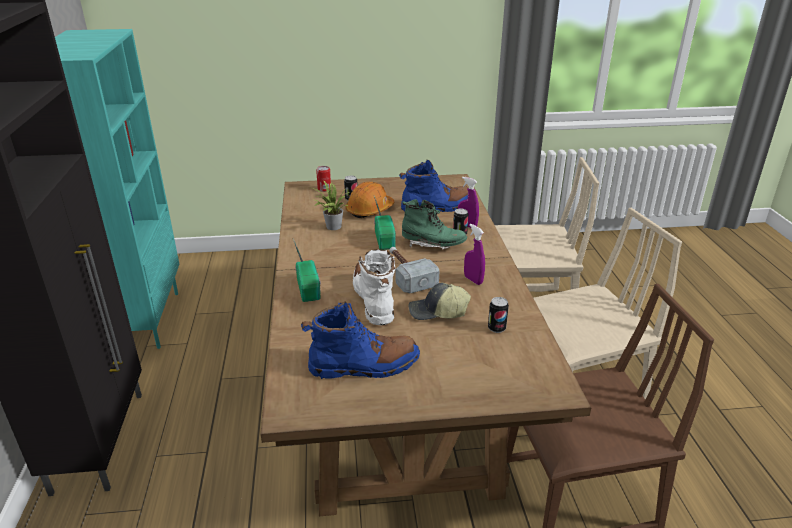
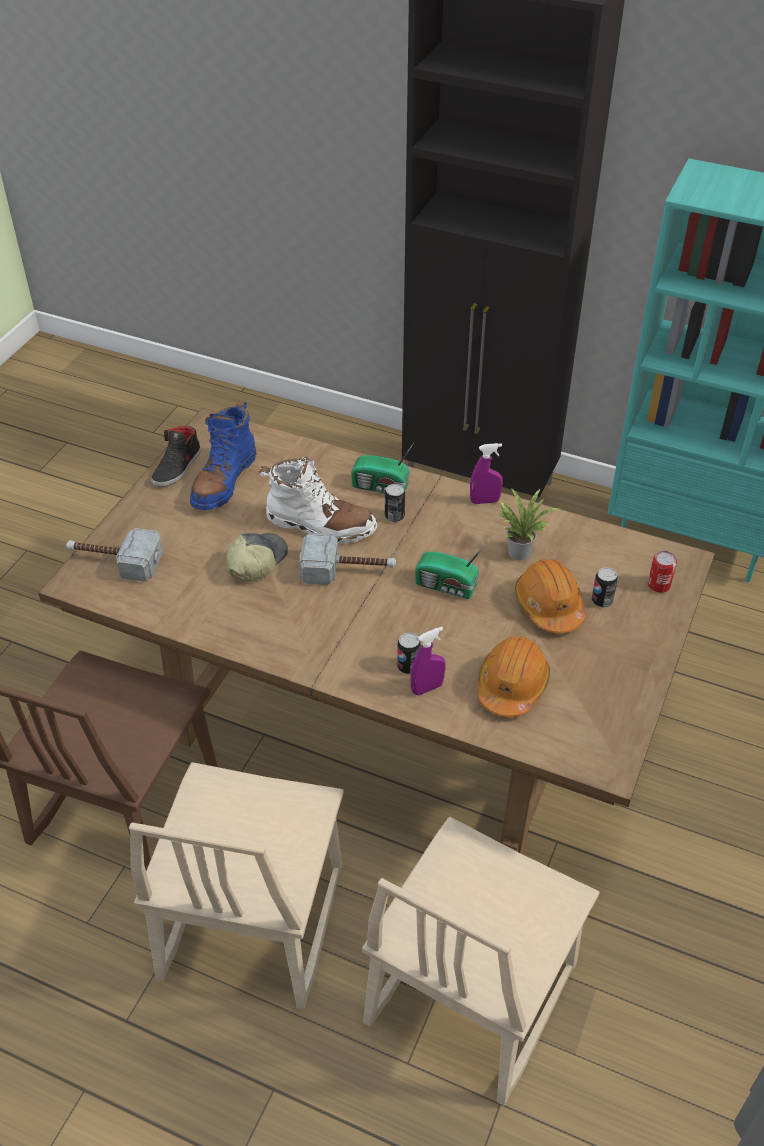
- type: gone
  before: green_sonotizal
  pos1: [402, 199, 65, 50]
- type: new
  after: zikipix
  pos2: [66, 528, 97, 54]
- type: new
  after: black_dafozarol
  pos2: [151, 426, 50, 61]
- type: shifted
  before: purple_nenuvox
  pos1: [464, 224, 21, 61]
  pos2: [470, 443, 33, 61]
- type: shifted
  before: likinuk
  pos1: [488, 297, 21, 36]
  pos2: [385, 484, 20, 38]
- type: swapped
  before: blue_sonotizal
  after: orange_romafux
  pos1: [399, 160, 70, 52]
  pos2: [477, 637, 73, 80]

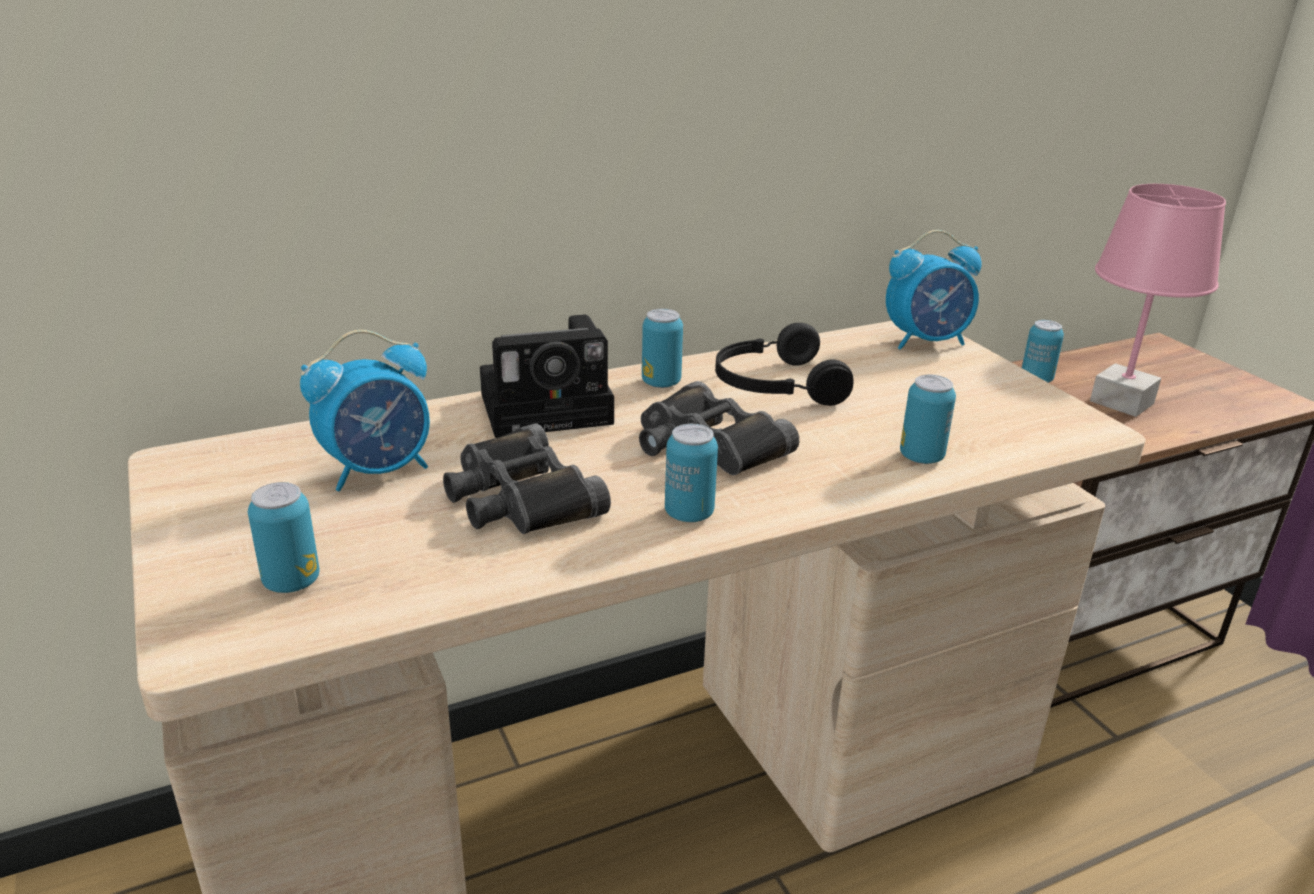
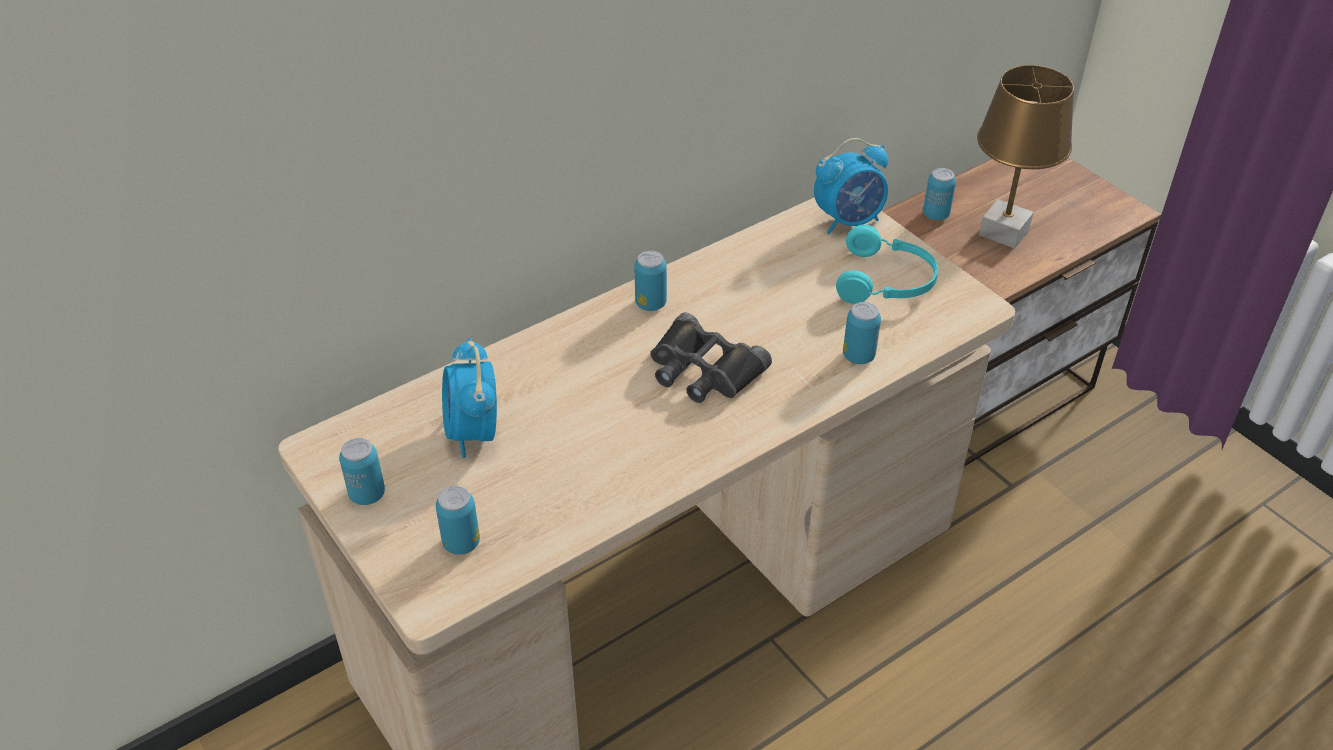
- type: gone
  before: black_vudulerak
  pos1: [443, 423, 168, 111]
- type: gone
  before: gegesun
  pos1: [480, 315, 134, 123]
- type: gone
  before: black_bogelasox
  pos1: [715, 323, 139, 83]
- type: new
  after: turquoise_bogelasox
  pos2: [836, 224, 102, 80]
- type: shifted
  before: likinuk
  pos1: [665, 424, 53, 98]
  pos2: [339, 438, 46, 67]
- type: repainted
  before: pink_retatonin
  after: brown_retatonin
  pos1: [1090, 184, 136, 233]
  pos2: [977, 65, 97, 184]
- type: rotated
  before: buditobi
  pos1: [300, 330, 130, 161]
  pos2: [442, 338, 55, 120]
  turn: 120

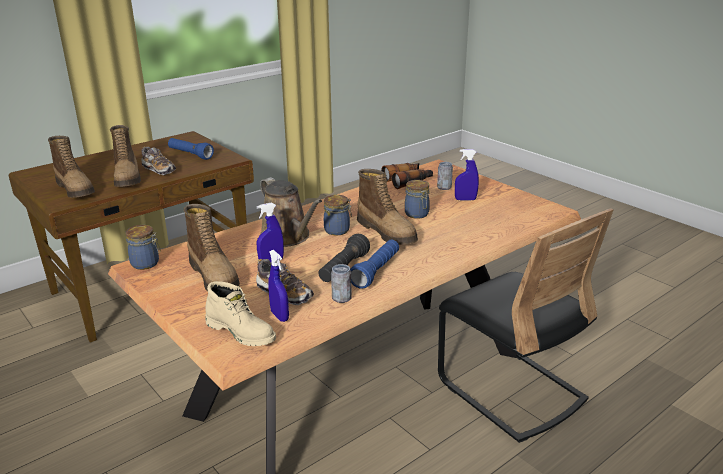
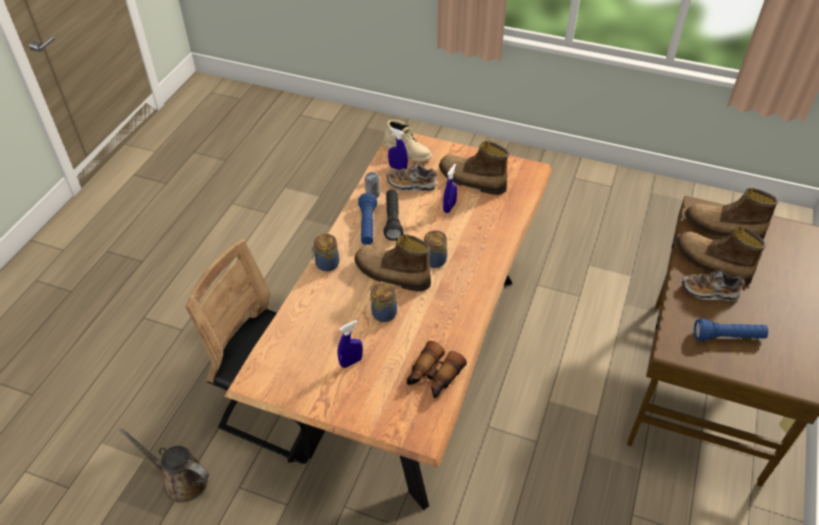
- type: gone
  before: likinuk
  pos1: [437, 162, 16, 28]
- type: shifted
  before: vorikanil
  pos1: [126, 225, 35, 45]
  pos2: [311, 234, 28, 37]
- type: shifted
  before: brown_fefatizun
  pos1: [260, 177, 62, 70]
  pos2: [119, 428, 90, 75]
- type: rotated
  before: beige_sonotizal
  pos1: [205, 281, 71, 65]
  pos2: [384, 120, 48, 42]
  turn: -150

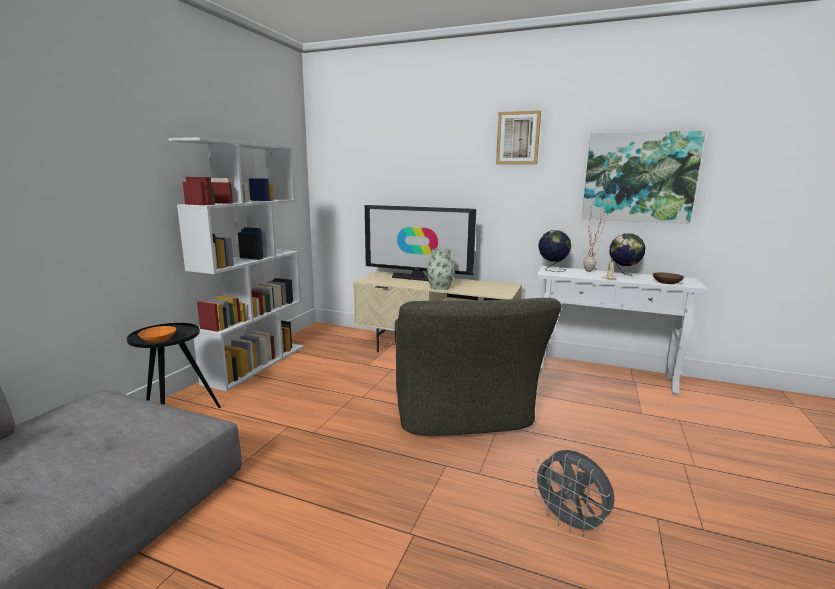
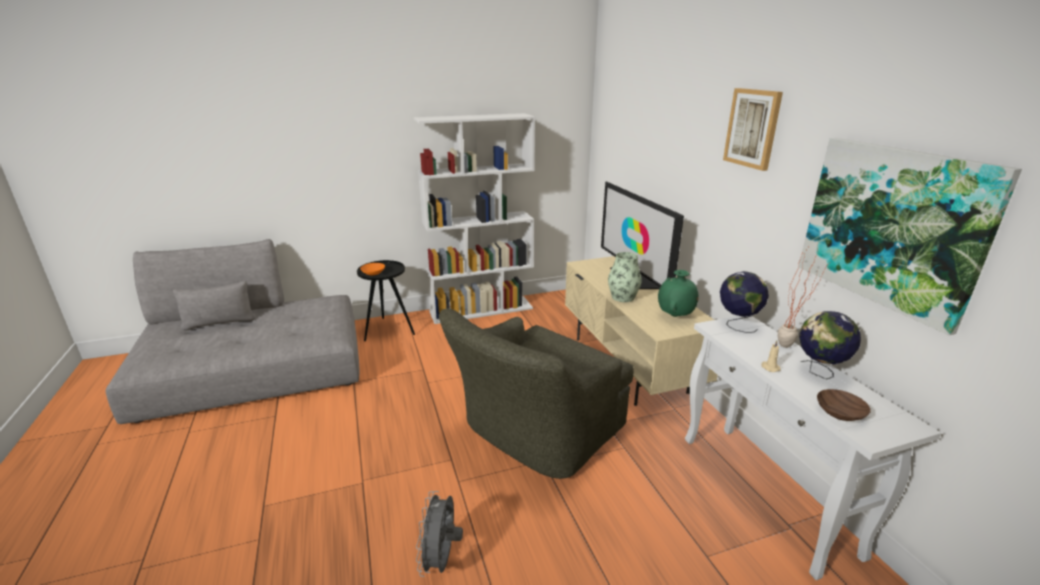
- type: new
  after: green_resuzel
  pos2: [658, 270, 41, 47]

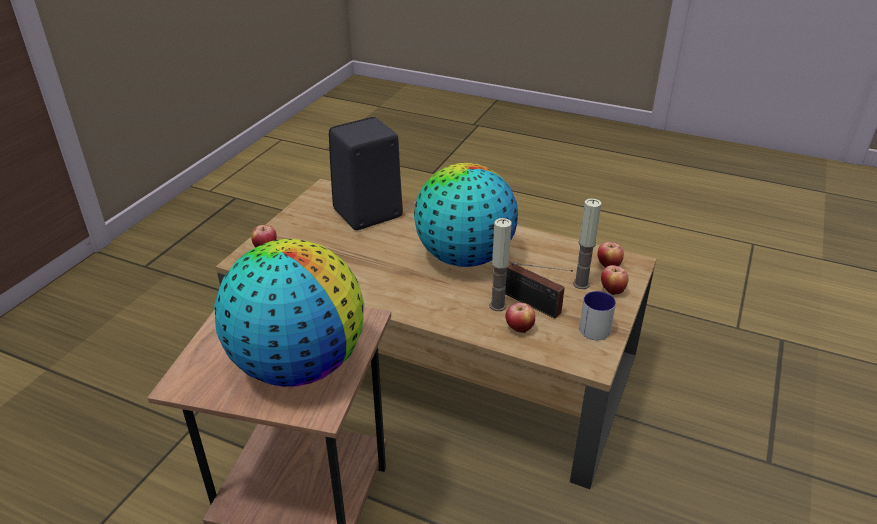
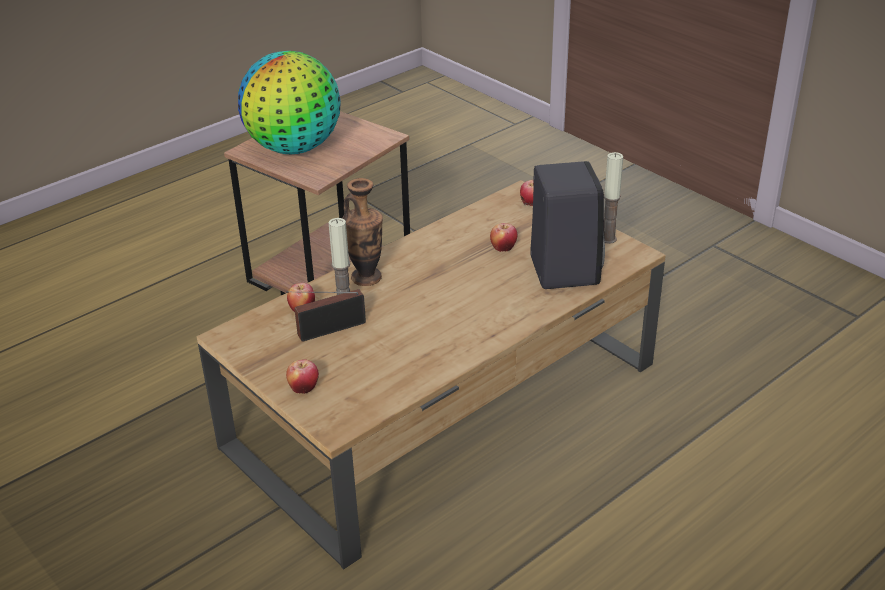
- type: gone
  before: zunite
  pos1: [414, 163, 104, 104]
- type: gone
  before: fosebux
  pos1: [579, 291, 37, 49]
- type: new
  after: resuzel
  pos2: [342, 178, 41, 108]
- type: shifted
  before: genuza
  pos1: [573, 198, 28, 91]
  pos2: [603, 152, 20, 92]
- type: shifted
  before: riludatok
  pos1: [597, 242, 27, 26]
  pos2: [490, 223, 28, 29]

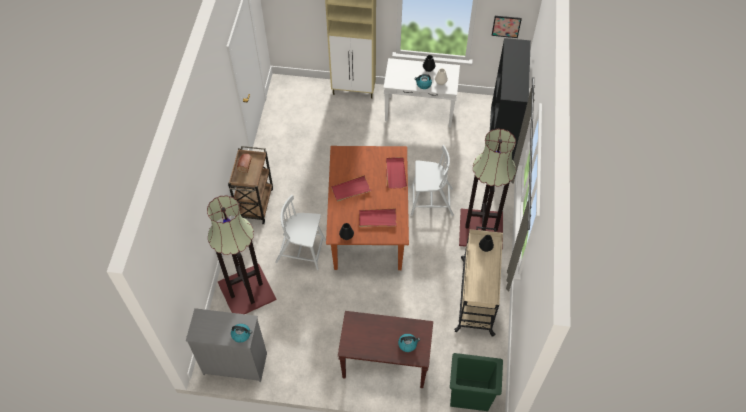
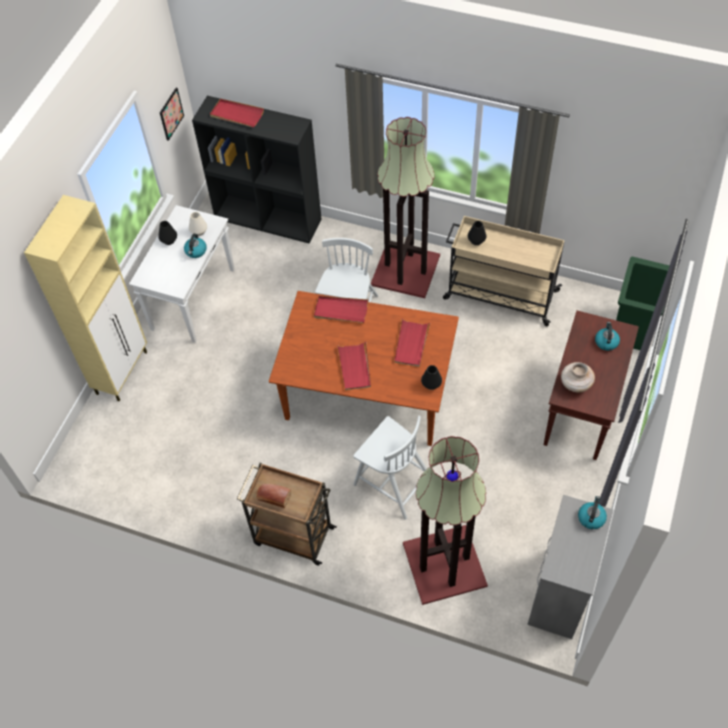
- type: new
  after: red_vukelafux
  pos2: [210, 99, 54, 28]
- type: new
  after: beige_resuzel
  pos2: [561, 362, 34, 31]
- type: rotated
  before: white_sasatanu
  pos1: [275, 195, 51, 75]
  pos2: [353, 415, 74, 105]
  turn: -75

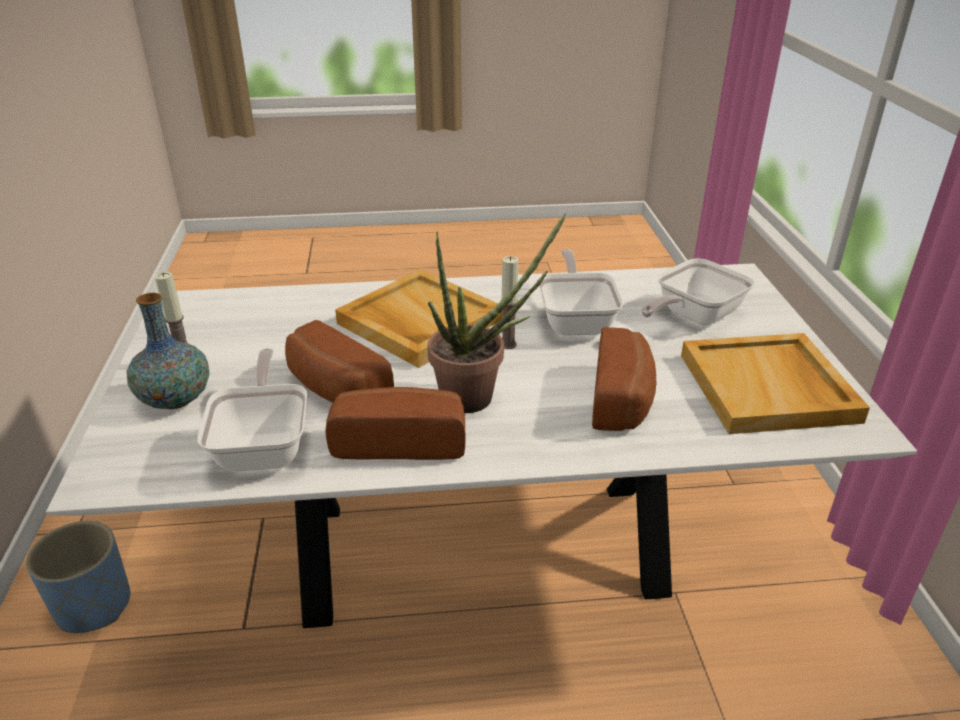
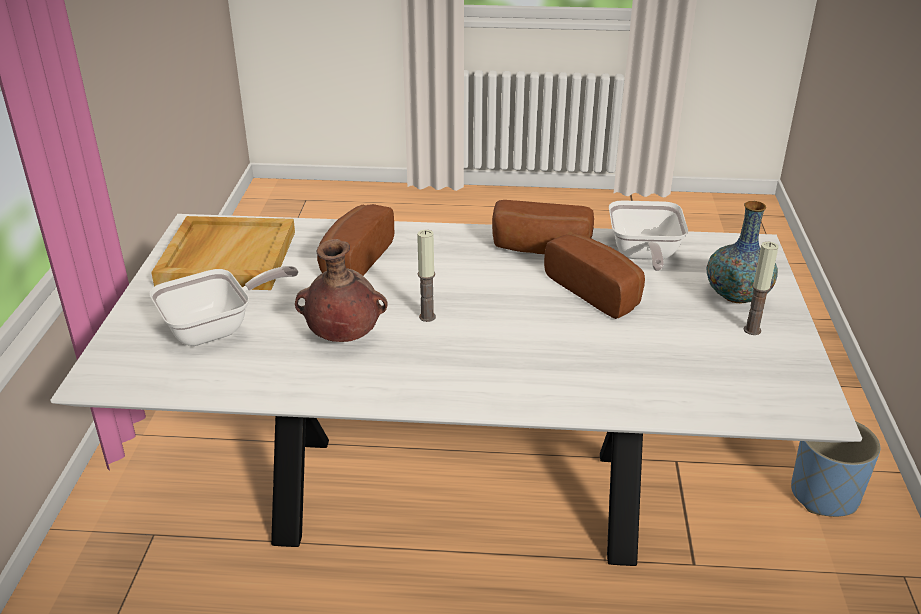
- type: gone
  before: beige_vukelafux
  pos1: [335, 269, 167, 99]
- type: gone
  before: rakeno
  pos1: [427, 213, 139, 200]
- type: swapped
  before: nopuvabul
  after: brown_resuzel
  pos1: [538, 249, 85, 87]
  pos2: [295, 239, 93, 103]

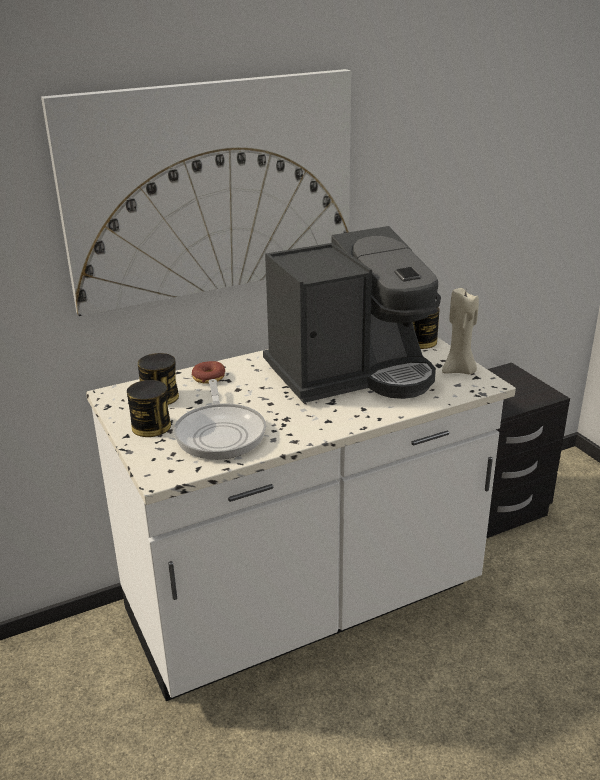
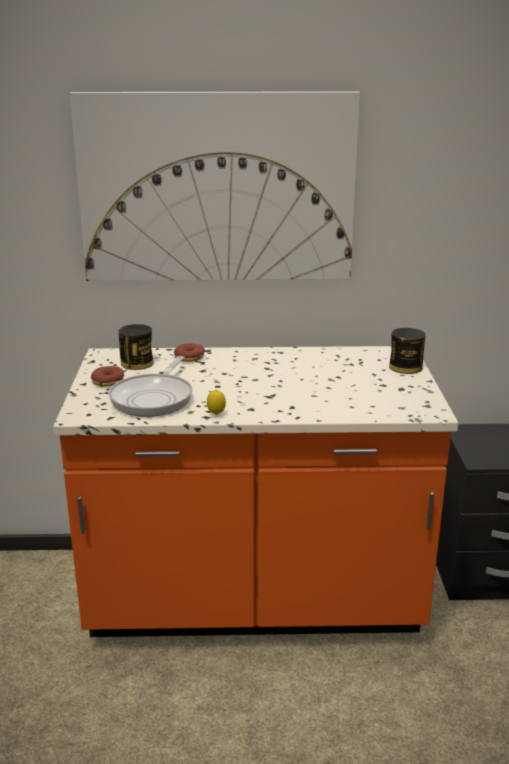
- type: gone
  before: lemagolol
  pos1: [263, 226, 178, 177]
- type: gone
  before: beige_genuza
  pos1: [442, 288, 37, 86]
- type: new
  after: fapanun
  pos2: [207, 390, 19, 25]
- type: swapped
  before: likinuk
  after: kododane
  pos1: [127, 380, 44, 57]
  pos2: [91, 366, 33, 20]
- type: repainted
  before: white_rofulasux
  after: orange_rofulasux
  pos1: [86, 337, 430, 364]
  pos2: [53, 346, 405, 291]

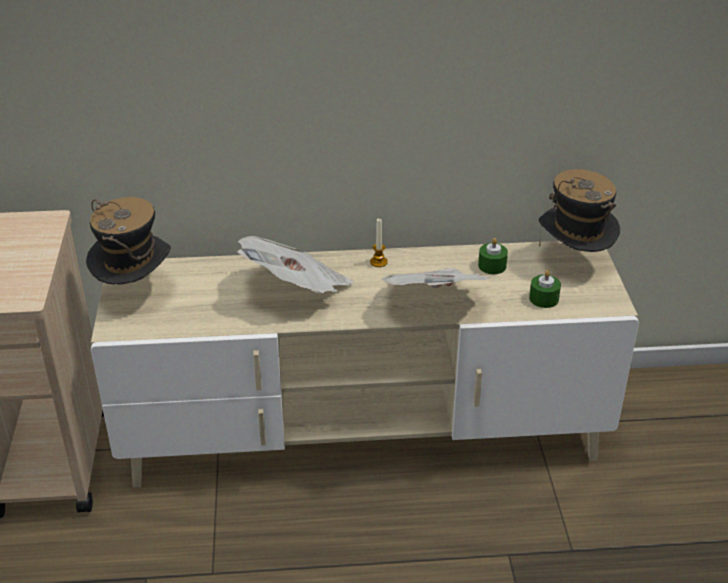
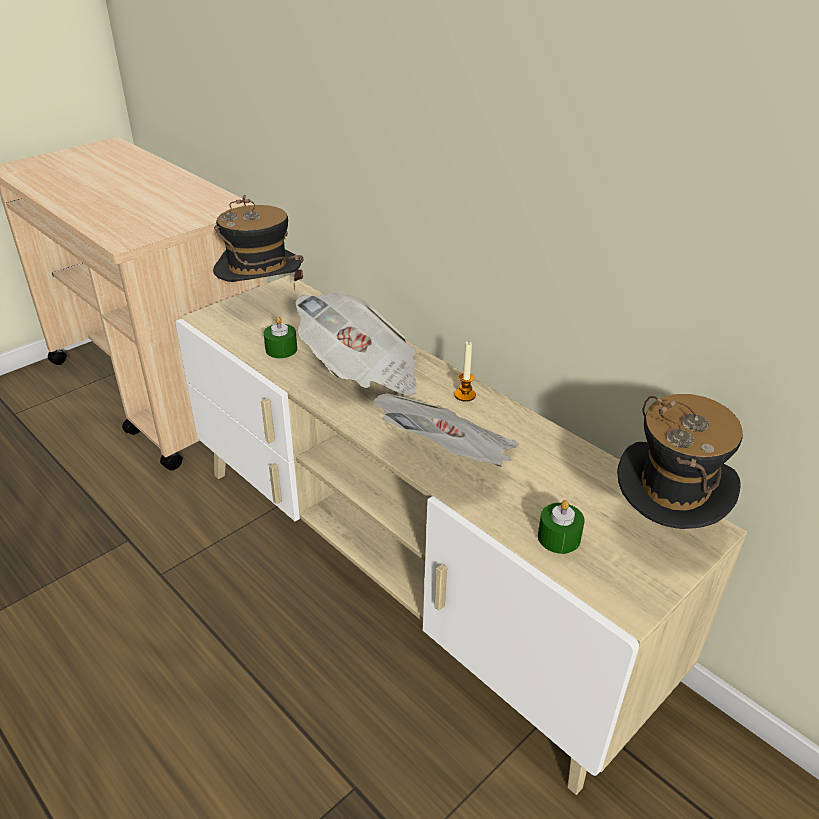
- type: shifted
  before: green_genuza
  pos1: [478, 238, 30, 36]
  pos2: [264, 317, 33, 41]

